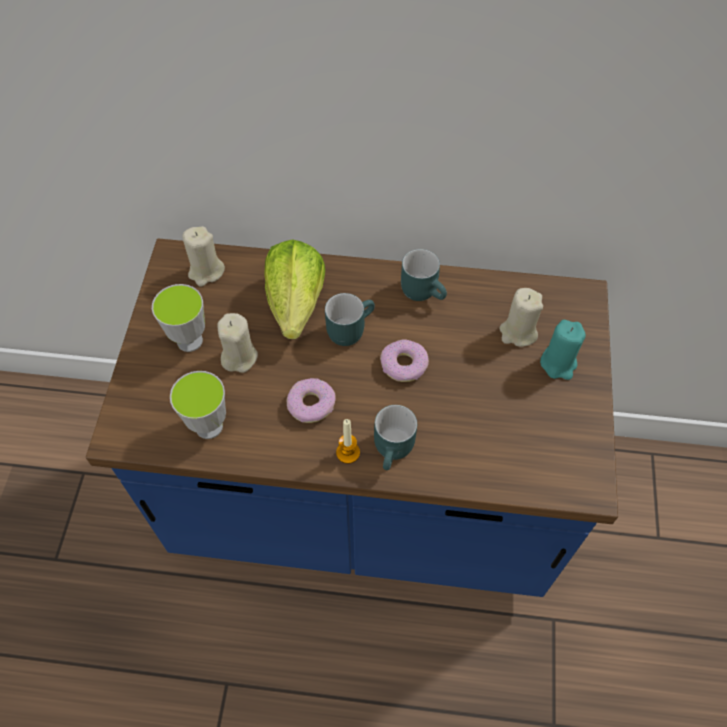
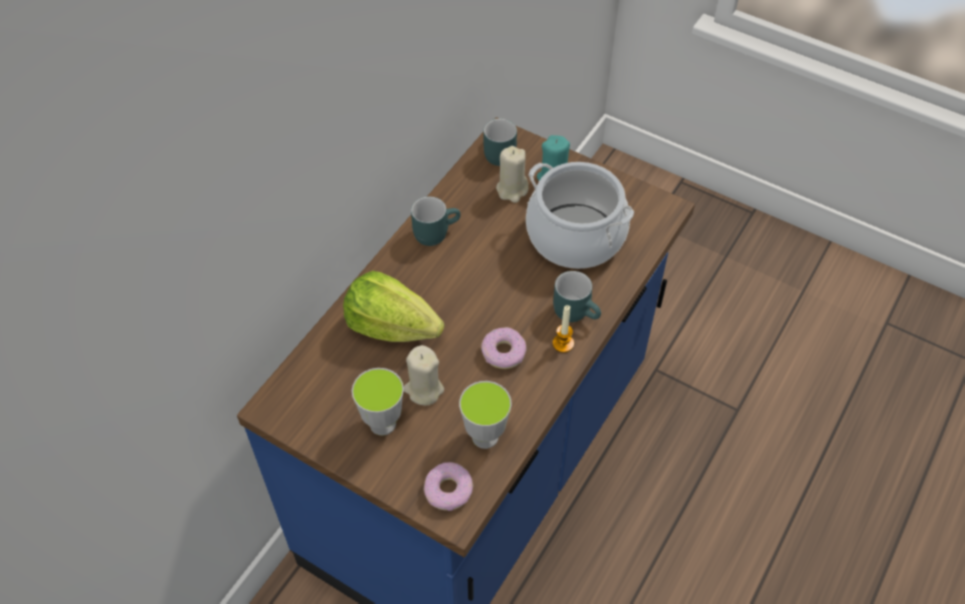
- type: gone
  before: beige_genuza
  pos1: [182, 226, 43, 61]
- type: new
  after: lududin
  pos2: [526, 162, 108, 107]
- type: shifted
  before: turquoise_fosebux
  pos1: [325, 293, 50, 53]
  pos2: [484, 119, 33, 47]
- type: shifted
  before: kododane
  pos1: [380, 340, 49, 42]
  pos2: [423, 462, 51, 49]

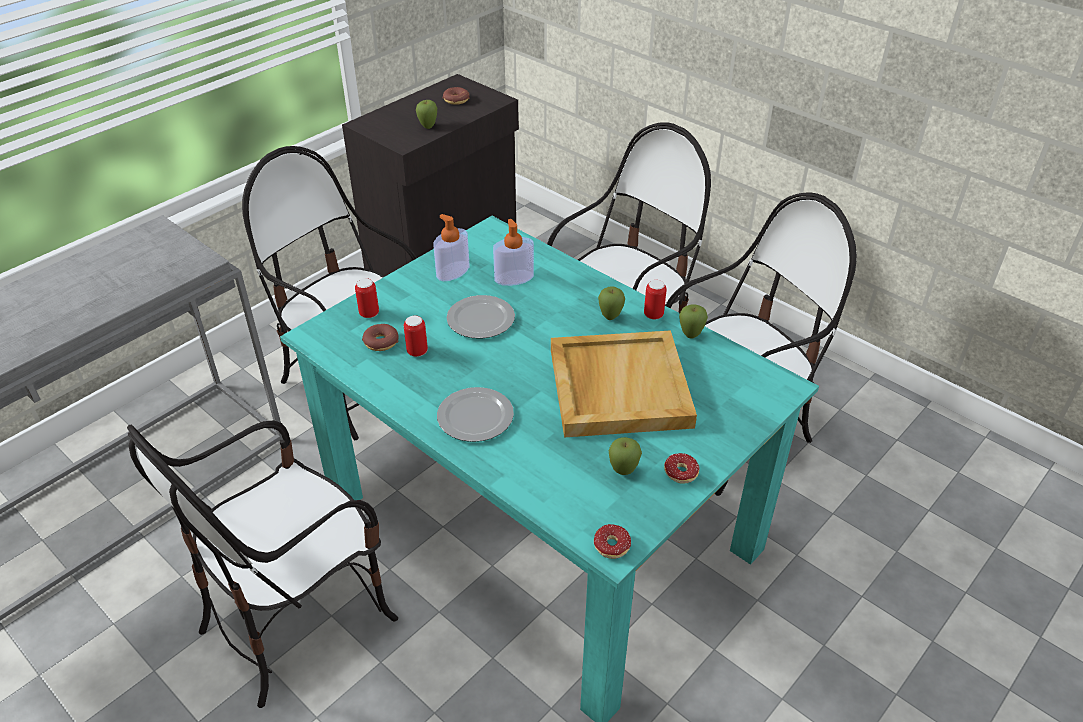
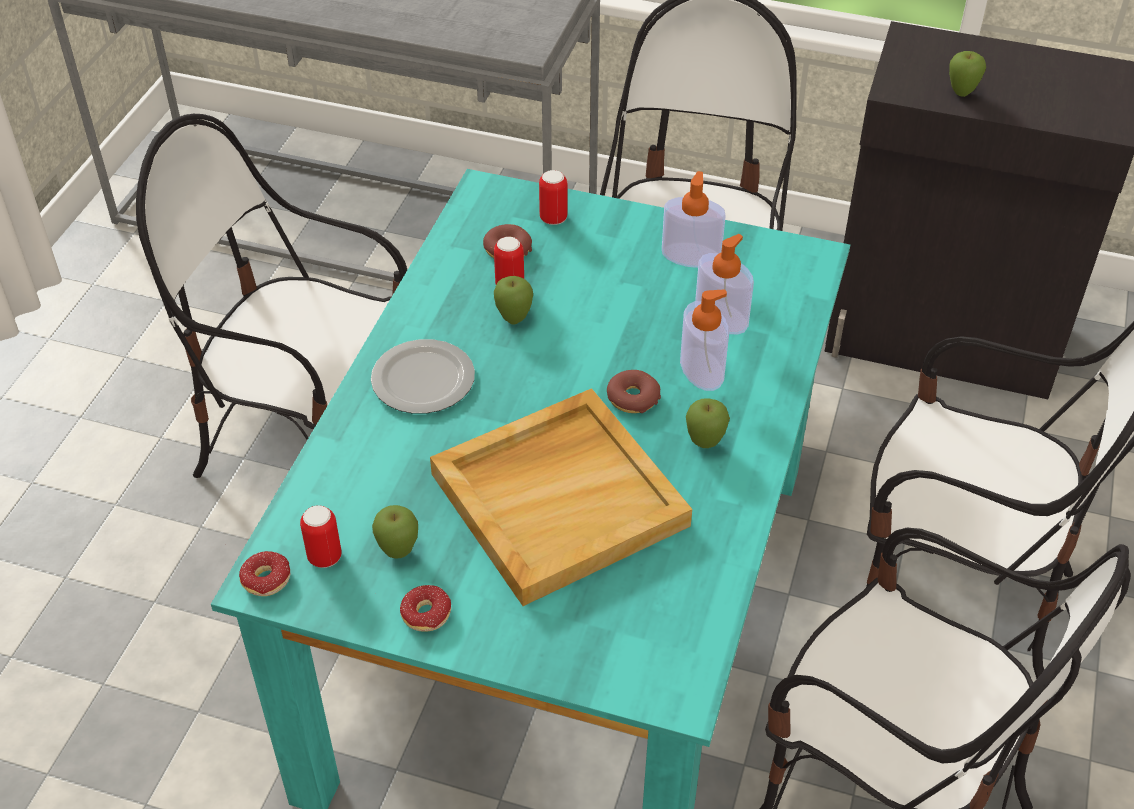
- type: gone
  before: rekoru
  pos1: [447, 295, 68, 44]
- type: new
  after: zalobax
  pos2: [680, 289, 49, 102]
- type: shifted
  before: kododane
  pos1: [442, 87, 28, 18]
  pos2: [607, 370, 54, 43]
- type: shifted
  before: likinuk
  pos1: [644, 280, 23, 39]
  pos2: [300, 505, 42, 63]
- type: shifted
  before: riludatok
  pos1: [679, 304, 29, 35]
  pos2: [494, 276, 39, 49]

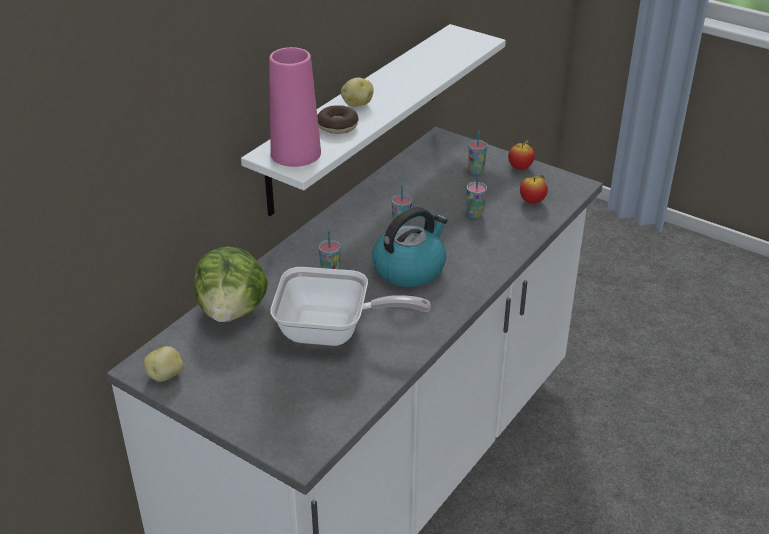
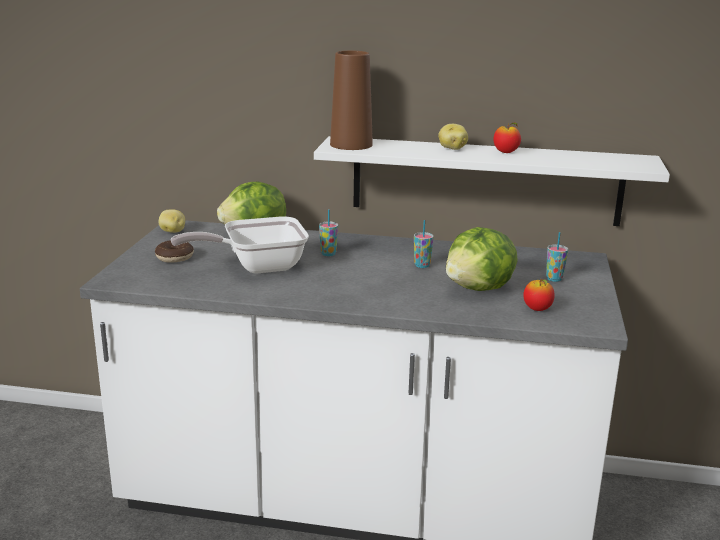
- type: gone
  before: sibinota
  pos1: [372, 207, 76, 80]
- type: shifted
  before: kododane
  pos1: [317, 105, 42, 29]
  pos2: [155, 240, 39, 23]
- type: shifted
  before: riludatok
  pos1: [508, 140, 27, 30]
  pos2: [493, 122, 28, 31]
- type: swapped
  before: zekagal
  after: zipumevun
  pos1: [467, 173, 20, 46]
  pos2: [446, 227, 72, 64]
- type: repainted
  before: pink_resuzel
  after: brown_resuzel
  pos1: [269, 47, 52, 120]
  pos2: [330, 51, 43, 99]
- type: rotated
  before: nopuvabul
  pos1: [270, 267, 161, 79]
  pos2: [171, 216, 138, 58]
  turn: 90

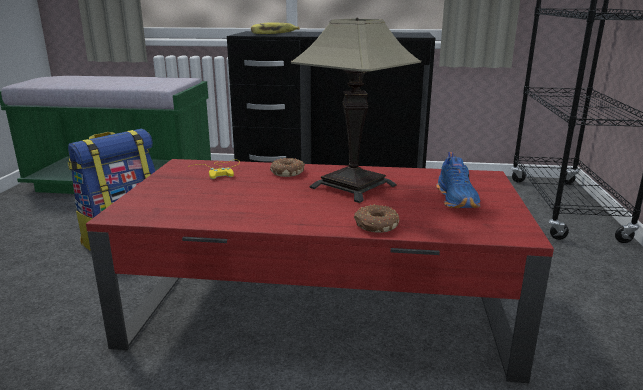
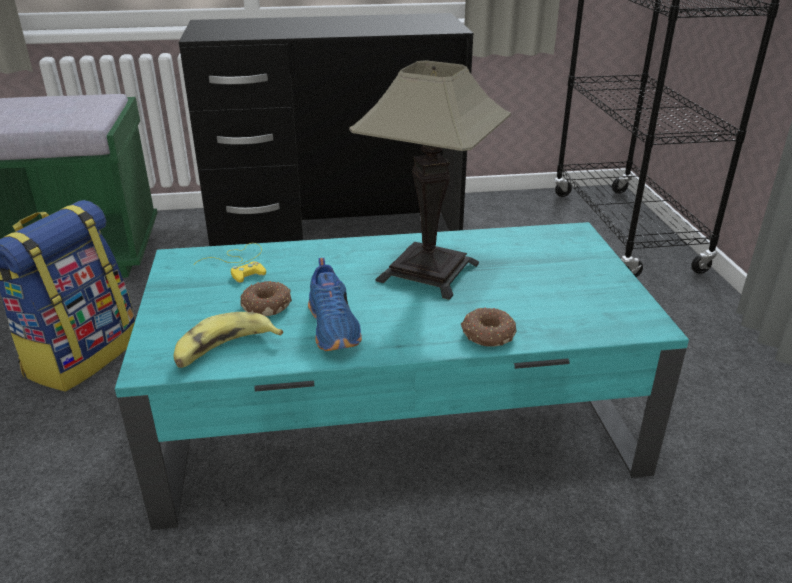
- type: shifted
  before: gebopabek
  pos1: [251, 22, 49, 12]
  pos2: [173, 312, 110, 56]
- type: shifted
  before: kododane
  pos1: [270, 158, 35, 19]
  pos2: [240, 281, 52, 35]
- type: shifted
  before: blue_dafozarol
  pos1: [436, 152, 44, 56]
  pos2: [308, 258, 54, 93]
- type: repainted
  before: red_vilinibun
  after: turquoise_vilinibun
  pos1: [86, 159, 468, 224]
  pos2: [115, 222, 574, 308]

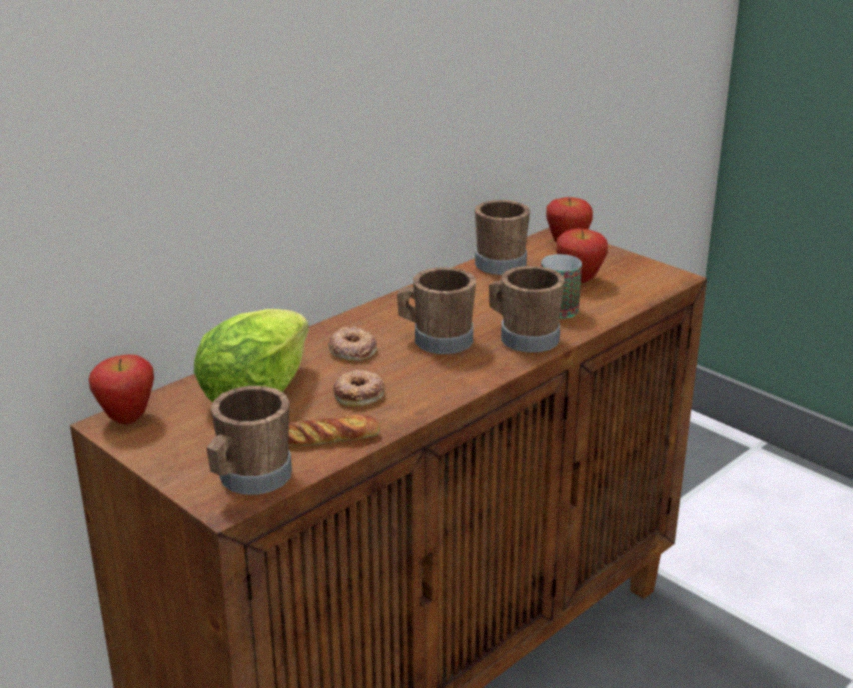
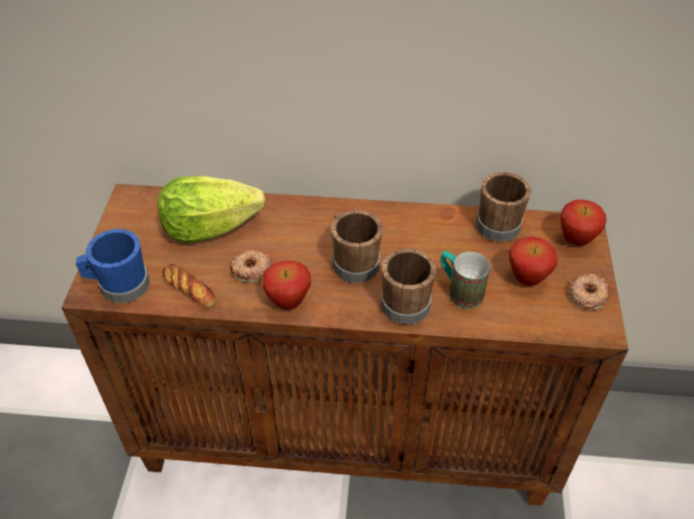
- type: shifted
  before: riludatok
  pos1: [89, 355, 65, 69]
  pos2: [263, 260, 48, 50]
- type: shifted
  before: kododane
  pos1: [328, 326, 49, 35]
  pos2: [569, 274, 41, 37]
- type: repainted
  before: brown_fosebux
  after: blue_fosebux
  pos1: [206, 386, 86, 109]
  pos2: [76, 229, 74, 74]

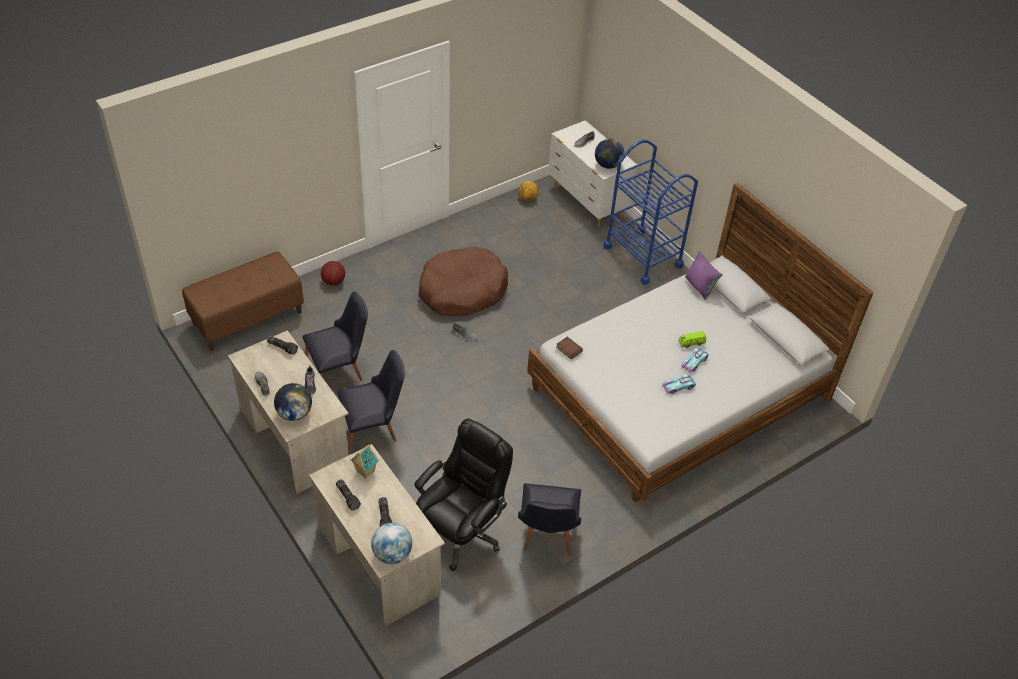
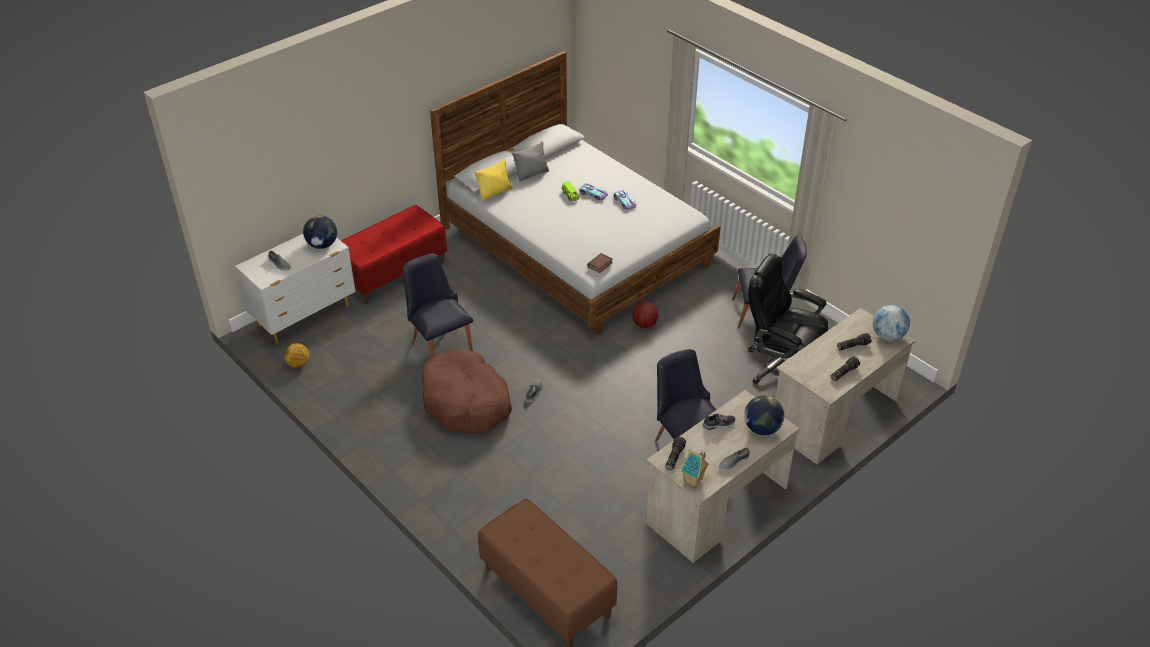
- type: new
  after: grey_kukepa
  pos2: [512, 141, 37, 41]
- type: shifted
  before: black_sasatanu
  pos1: [302, 292, 66, 89]
  pos2: [402, 254, 71, 104]
- type: shifted
  before: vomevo
  pos1: [321, 261, 24, 25]
  pos2: [632, 302, 26, 26]
- type: shifted
  before: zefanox
  pos1: [351, 444, 28, 35]
  pos2: [680, 450, 29, 37]
- type: swapped
  before: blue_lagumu
  after: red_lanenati
  pos1: [603, 140, 95, 145]
  pos2: [341, 205, 106, 99]
- type: repainted
  before: purple_kukepa
  after: yellow_kukepa
  pos1: [685, 251, 38, 49]
  pos2: [474, 159, 38, 42]

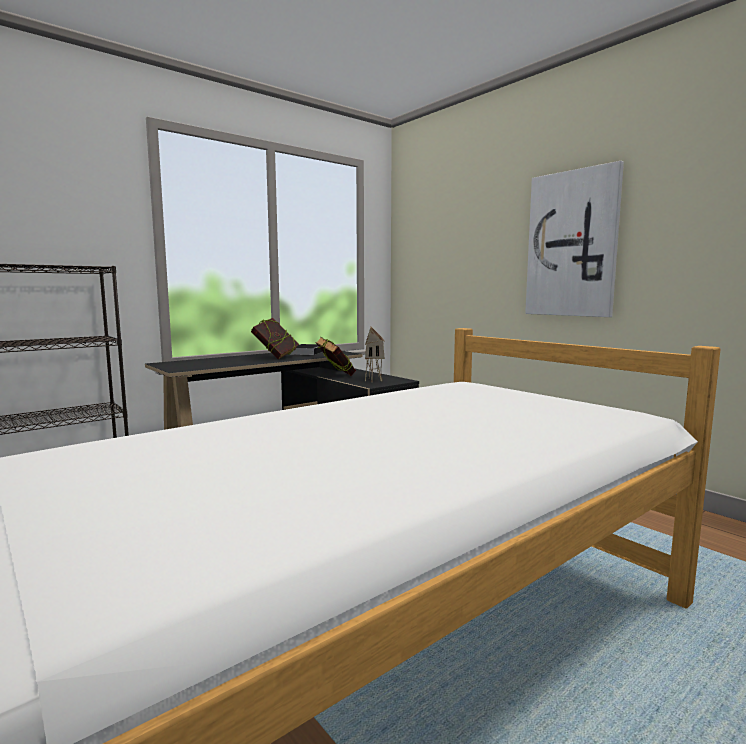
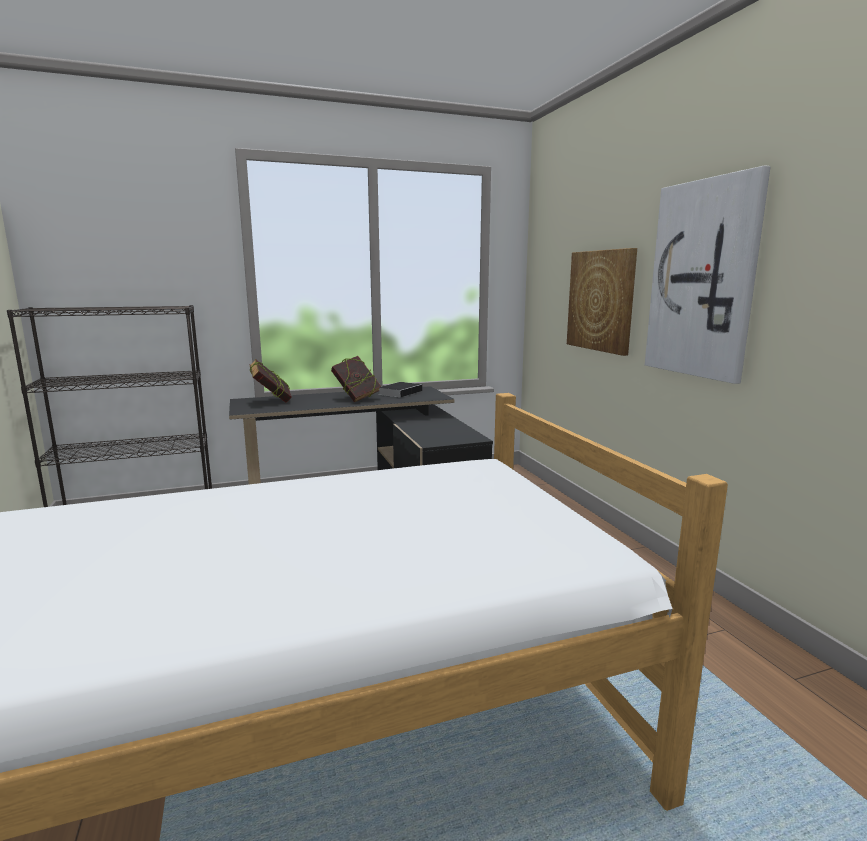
- type: gone
  before: zefanox
  pos1: [365, 327, 20, 55]
- type: new
  after: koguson
  pos2: [567, 248, 70, 108]
- type: shifted
  before: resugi
  pos1: [315, 337, 41, 39]
  pos2: [250, 359, 42, 44]

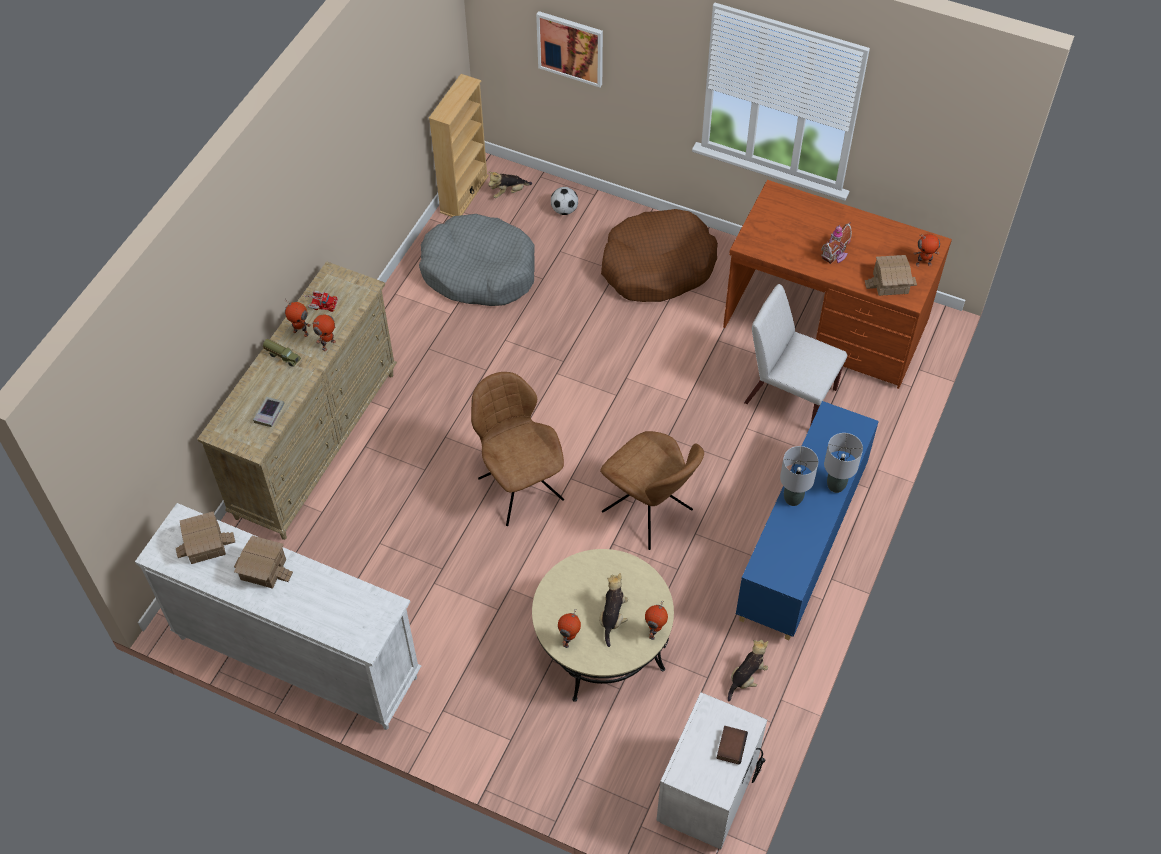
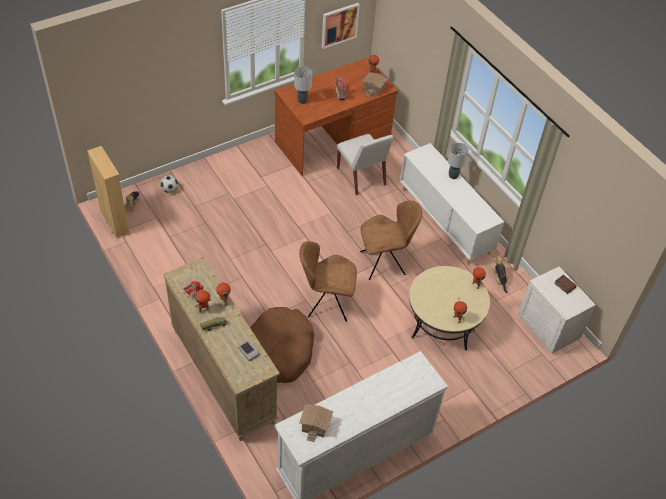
- type: gone
  before: zefanox
  pos1: [234, 536, 59, 53]
- type: gone
  before: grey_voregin
  pos1: [419, 214, 116, 92]
- type: gone
  before: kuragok
  pos1: [600, 573, 28, 74]
- type: shifted
  before: koguson
  pos1: [536, 11, 67, 76]
  pos2: [322, 3, 38, 46]
- type: shifted
  before: brown_voregin
  pos1: [601, 209, 117, 93]
  pos2: [250, 307, 64, 76]
- type: shifted
  before: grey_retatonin
  pos1: [780, 446, 38, 60]
  pos2: [294, 67, 18, 37]
- type: repainted
  before: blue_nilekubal
  after: white_nilekubal
  pos1: [736, 401, 143, 239]
  pos2: [400, 143, 104, 122]
- type: rotated
  before: white_sasatanu
  pos1: [744, 284, 103, 142]
  pos2: [337, 134, 56, 61]
  turn: -90

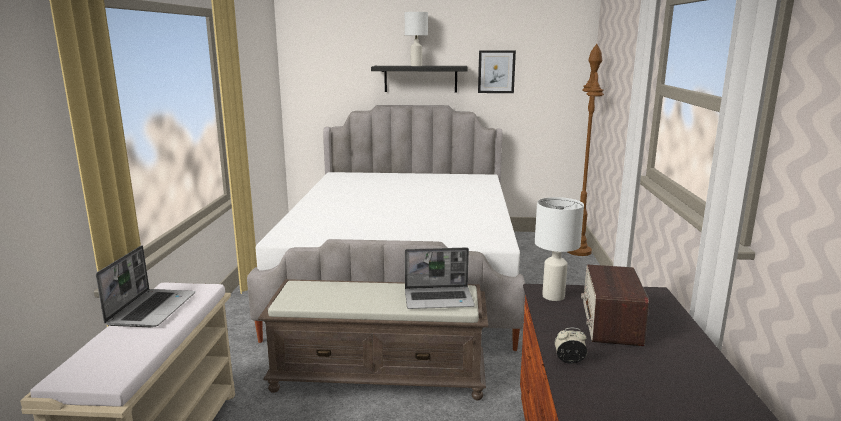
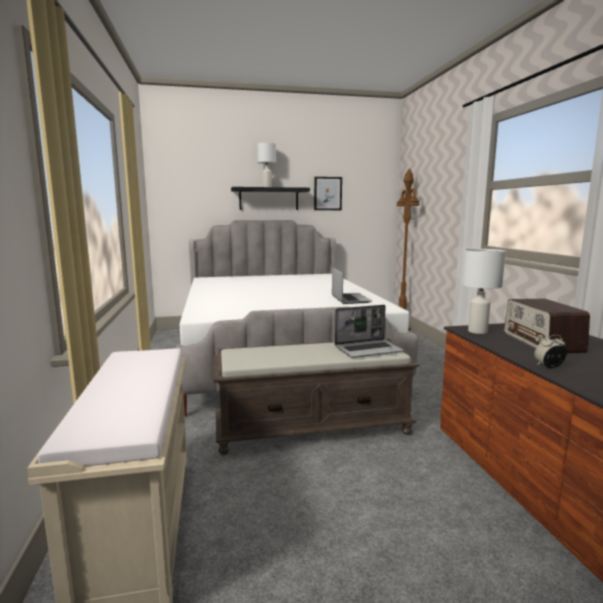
- type: shifted
  before: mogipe
  pos1: [96, 245, 99, 82]
  pos2: [332, 267, 40, 37]

